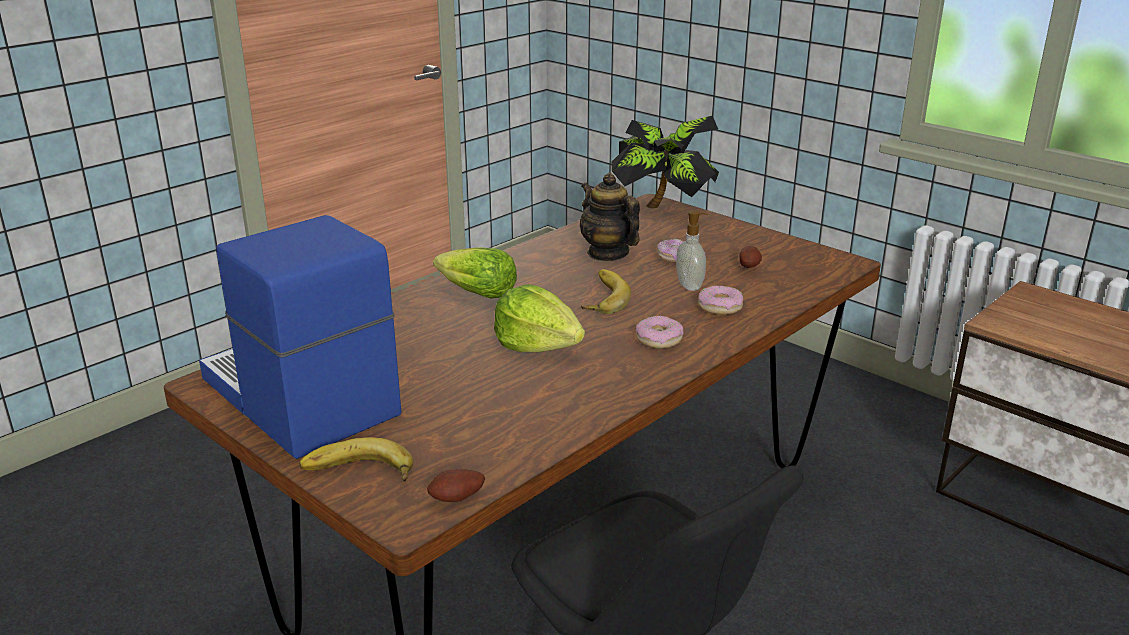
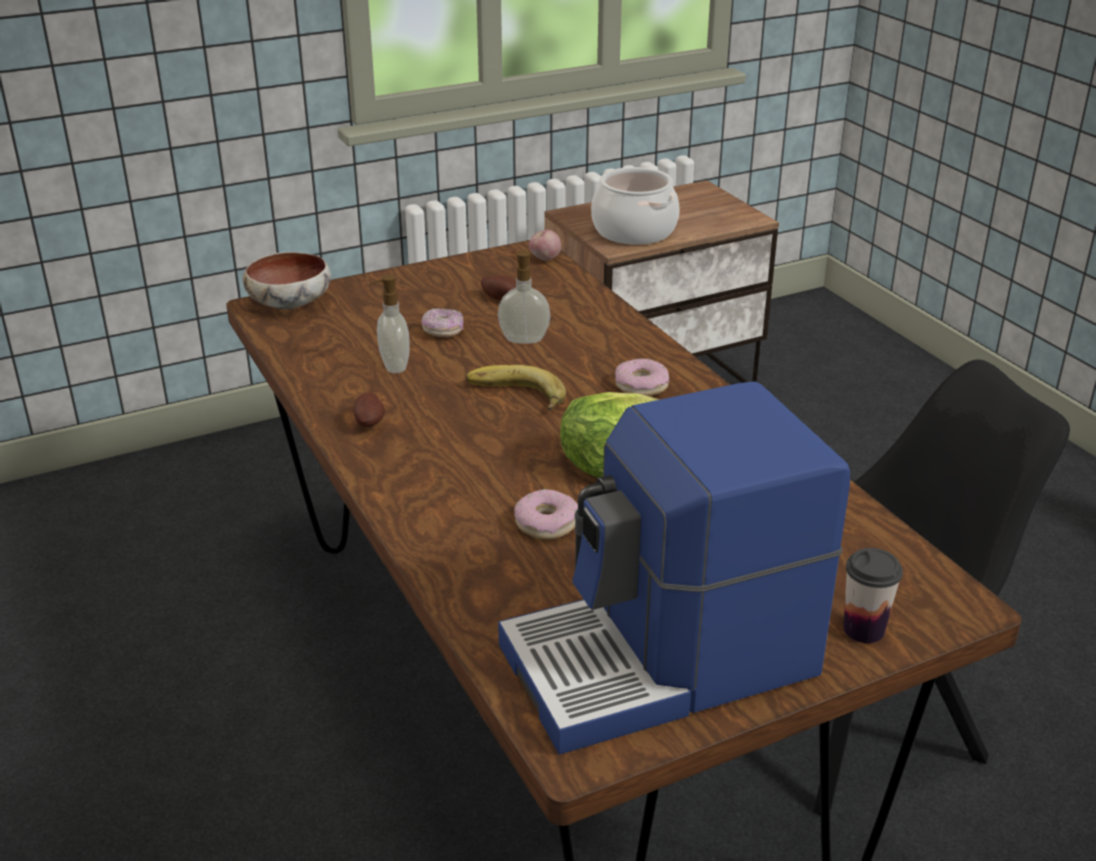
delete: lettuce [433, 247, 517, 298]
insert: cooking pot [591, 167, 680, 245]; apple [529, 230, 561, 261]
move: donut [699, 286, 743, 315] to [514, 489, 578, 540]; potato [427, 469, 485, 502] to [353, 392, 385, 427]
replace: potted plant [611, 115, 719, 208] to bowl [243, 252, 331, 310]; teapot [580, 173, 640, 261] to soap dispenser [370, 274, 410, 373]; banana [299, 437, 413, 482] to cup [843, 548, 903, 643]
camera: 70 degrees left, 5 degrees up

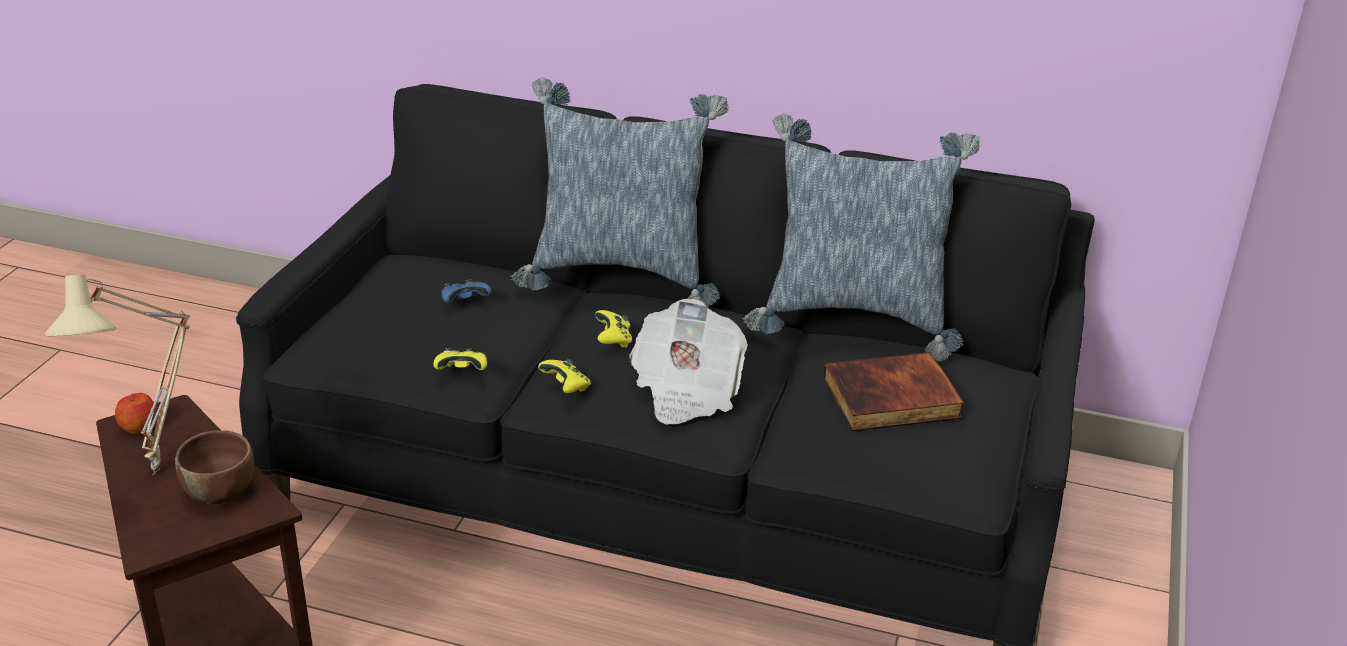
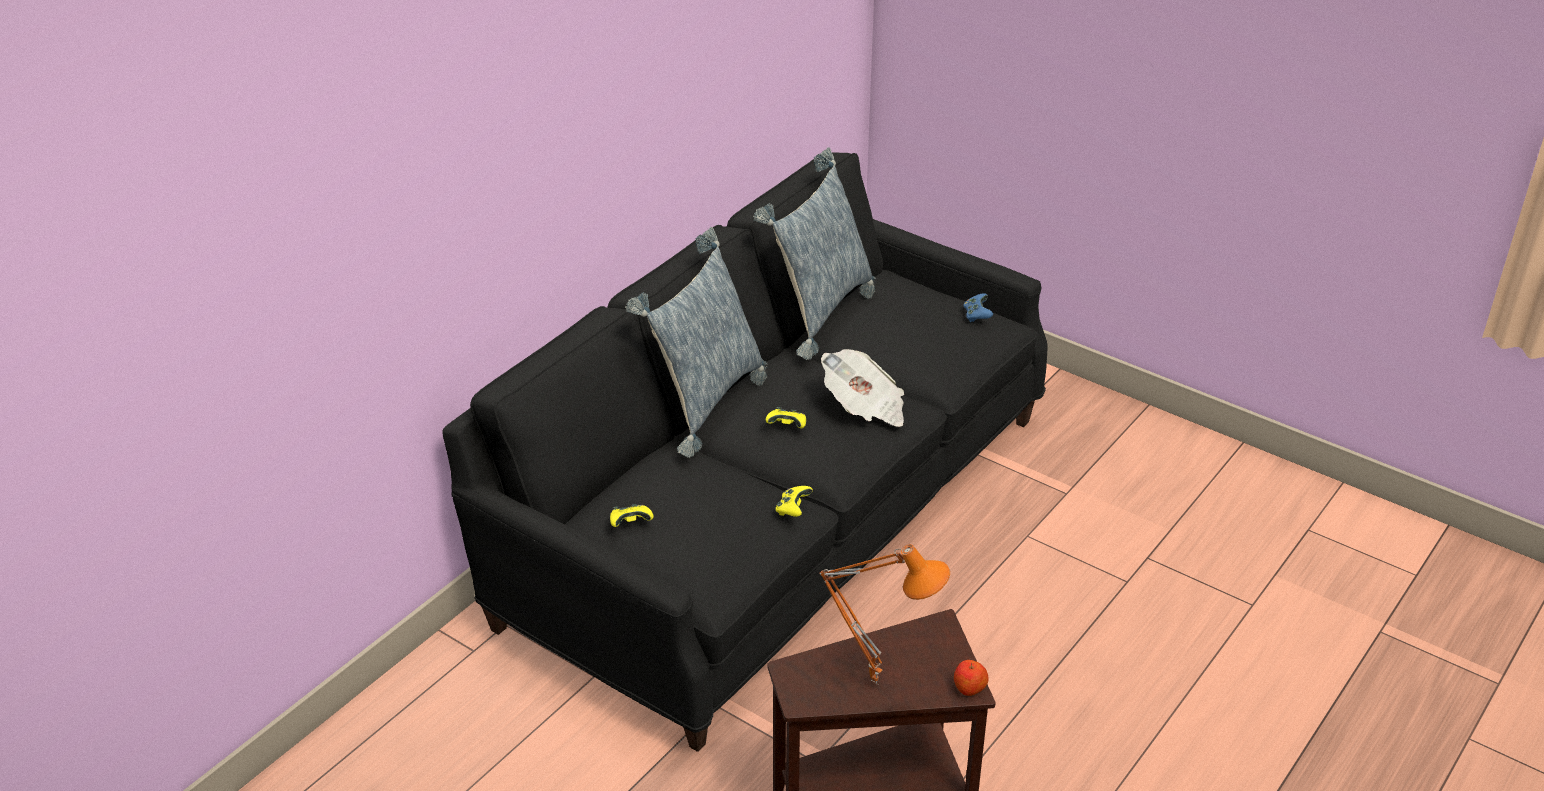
delete: book [824, 352, 964, 431]; brown bowl [175, 430, 254, 505]
move: blue game controller [441, 279, 491, 303] to [963, 294, 993, 322]; yellow game controller [538, 359, 591, 393] to [610, 504, 654, 527]; apple [115, 393, 157, 434] to [954, 660, 989, 696]
recolor: beige table lamp [45, 274, 190, 476] to orange table lamp [819, 544, 950, 685]
camera: 70 degrees left, 5 degrees up

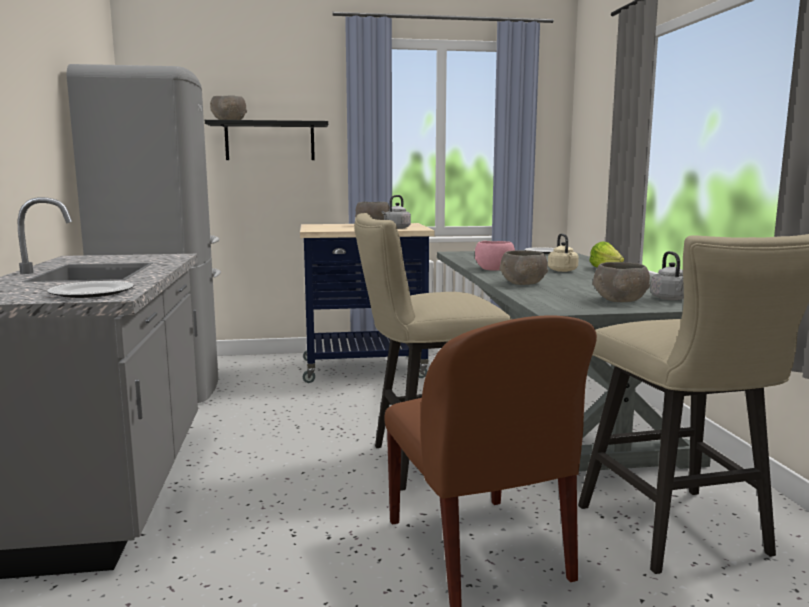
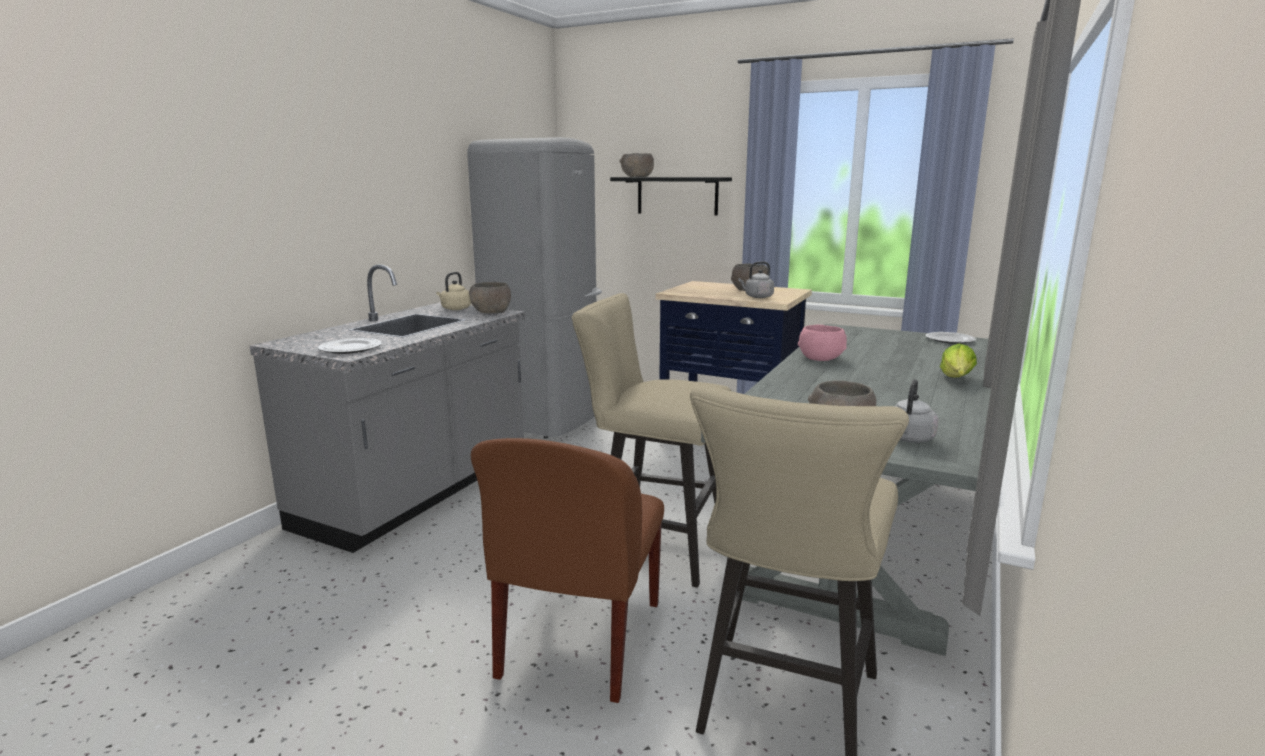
move: beige kettle [548, 234, 579, 272] to [437, 272, 471, 310]; grey bowl [499, 251, 548, 285] to [469, 282, 511, 313]
camera: 35 degrees right, 5 degrees up

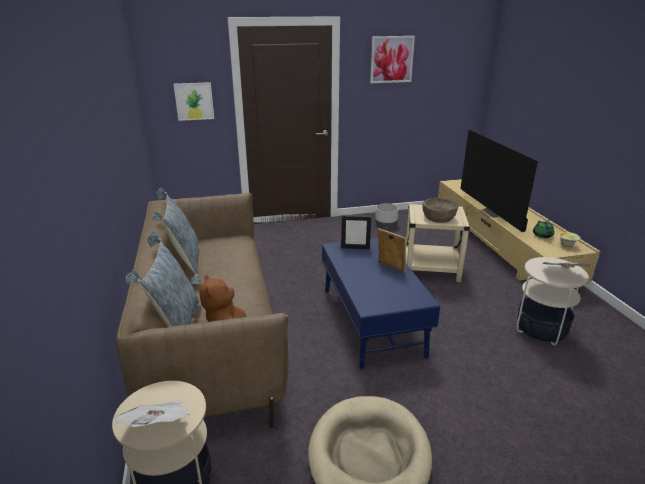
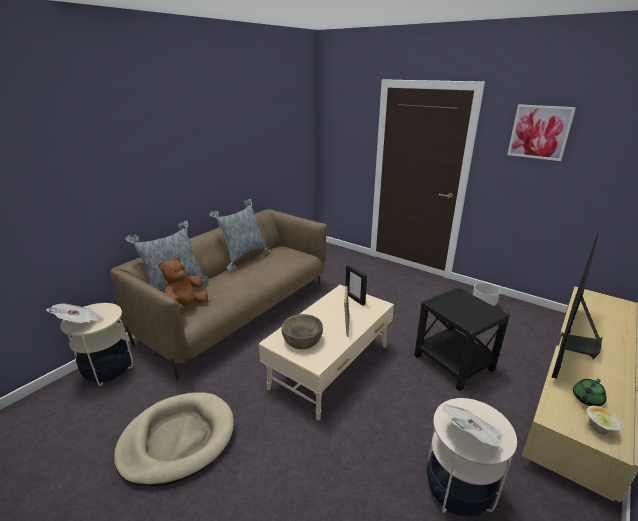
delete: picture [174, 82, 214, 121]
move: brown bowl [422, 198, 458, 223] to [282, 314, 323, 349]
recolor: beige side table [406, 204, 470, 282] to black side table [414, 287, 510, 391]; blue coffee table [322, 238, 440, 369] to beige coffee table [259, 285, 394, 420]
camera: 50 degrees right, 0 degrees up

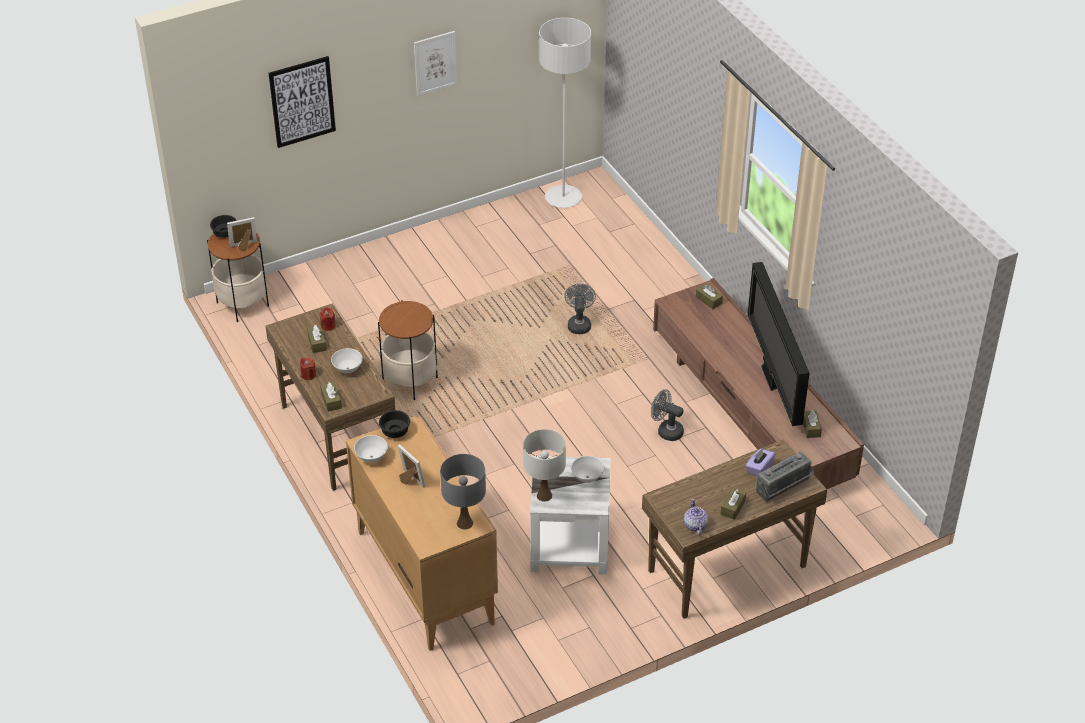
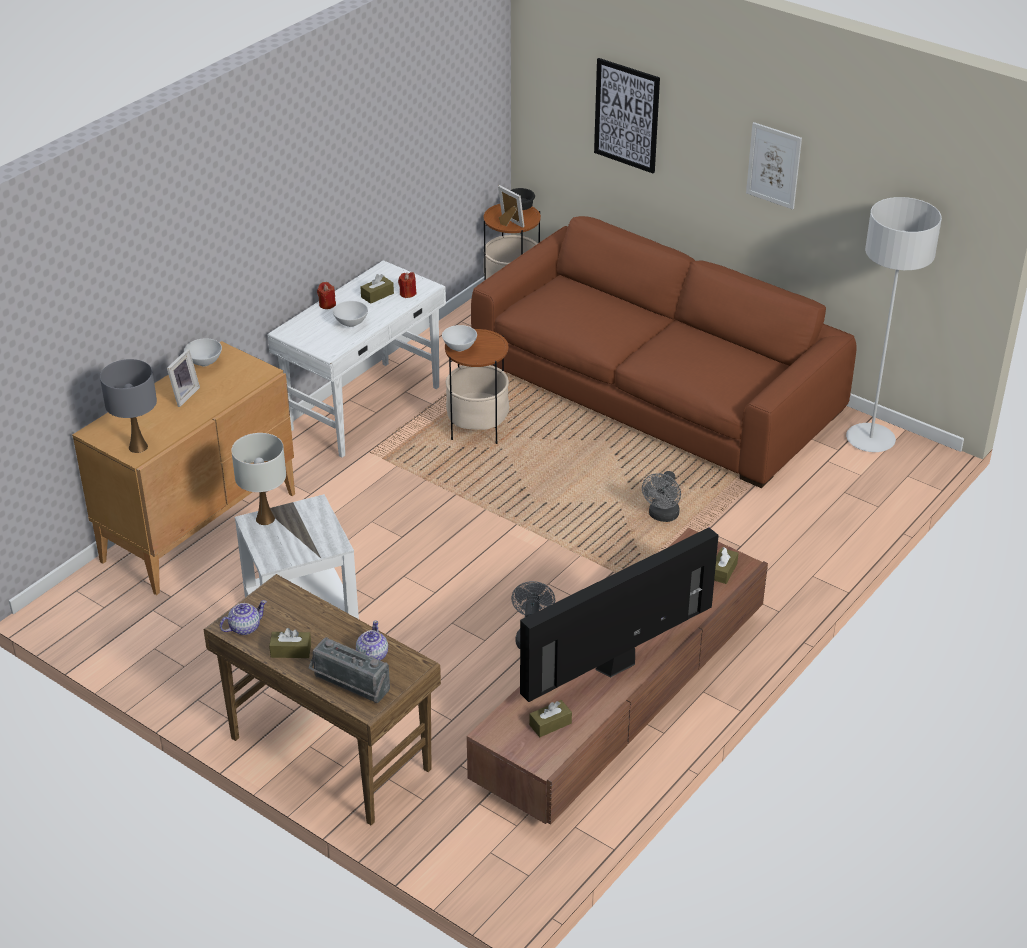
delete: brown tissue box [320, 382, 342, 412]; black bowl [379, 410, 410, 438]
insert: brown sofa [471, 216, 857, 488]
move: white bowl [571, 456, 604, 483] to [442, 325, 477, 351]
replace: purple tissue box [746, 449, 776, 477] to teapot [356, 621, 388, 661]
recolor: brown console table [265, 304, 395, 491] to white console table [268, 260, 446, 458]
rotate: grey fan [564, 283, 596, 334] = [642, 471, 681, 522] 135 degrees clockwise
camera: 65 degrees right, 5 degrees down

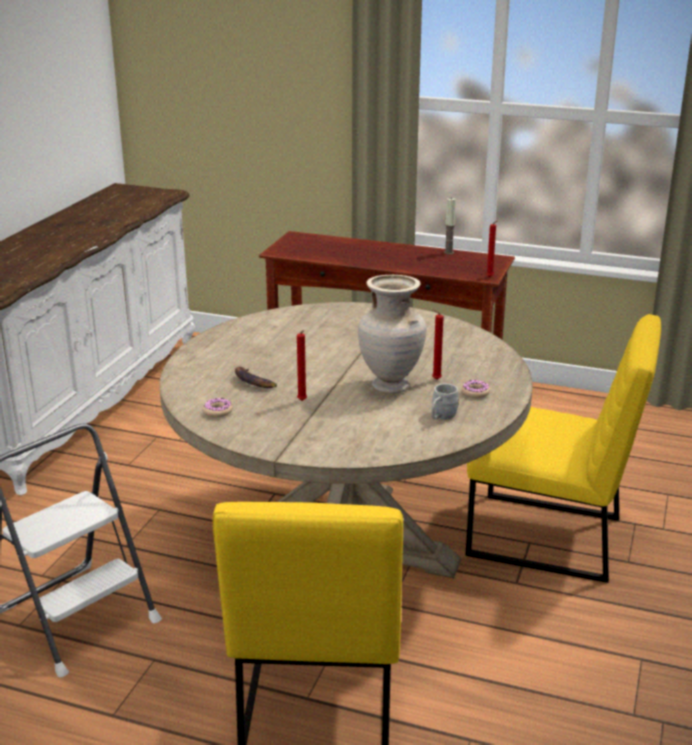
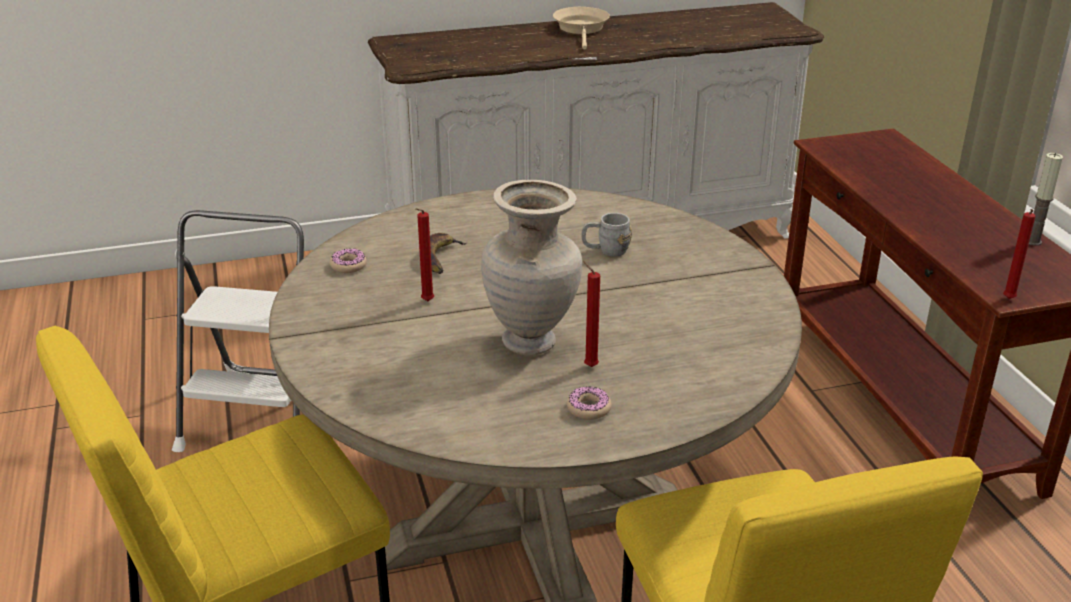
insert: beige frying pan [553, 7, 610, 50]
move: grey mug [431, 384, 459, 420] to [582, 213, 632, 257]
camera: 55 degrees right, 5 degrees up

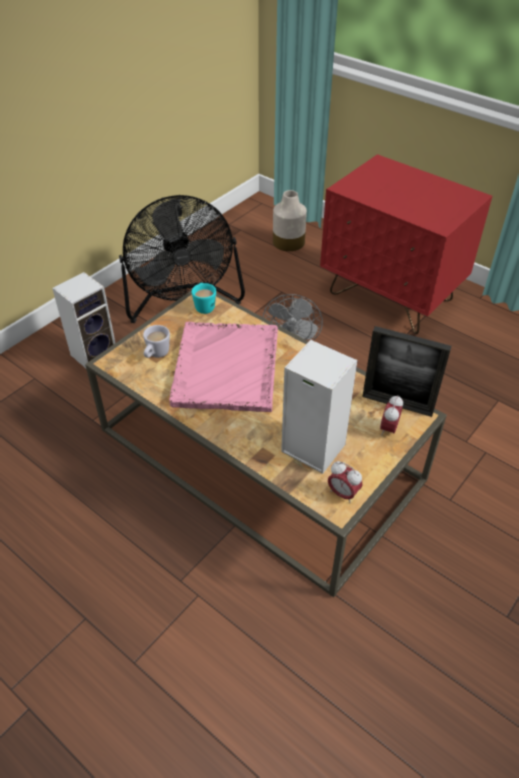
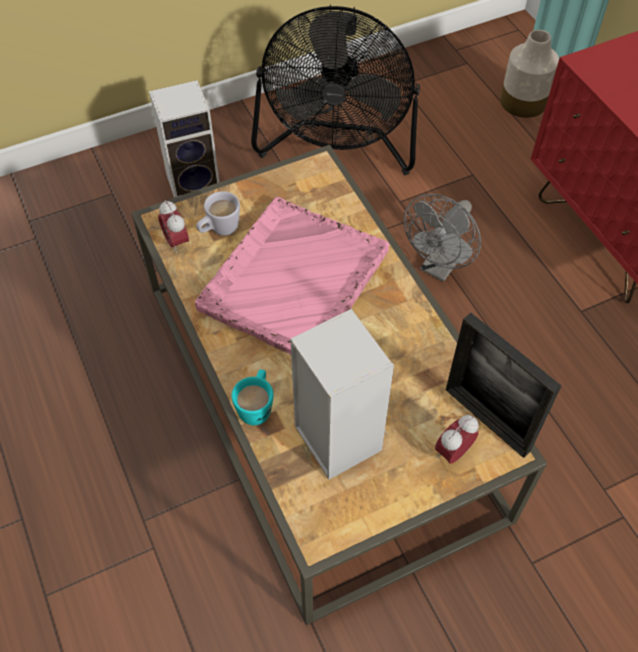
move: turquoise mug [192, 283, 216, 314] to [232, 369, 273, 425]; alarm clock [328, 461, 363, 503] to [158, 200, 189, 253]
camera: 25 degrees right, 10 degrees up

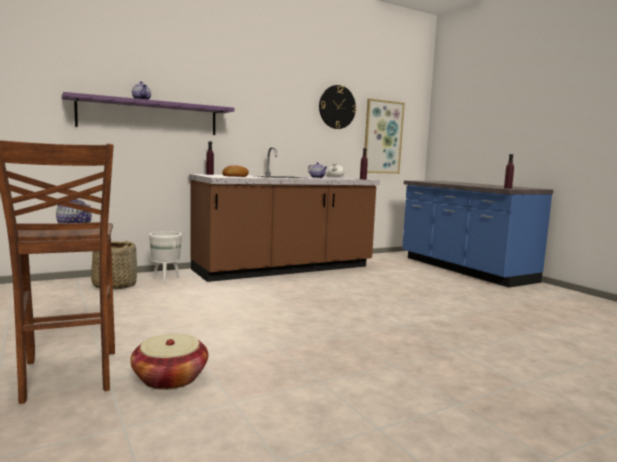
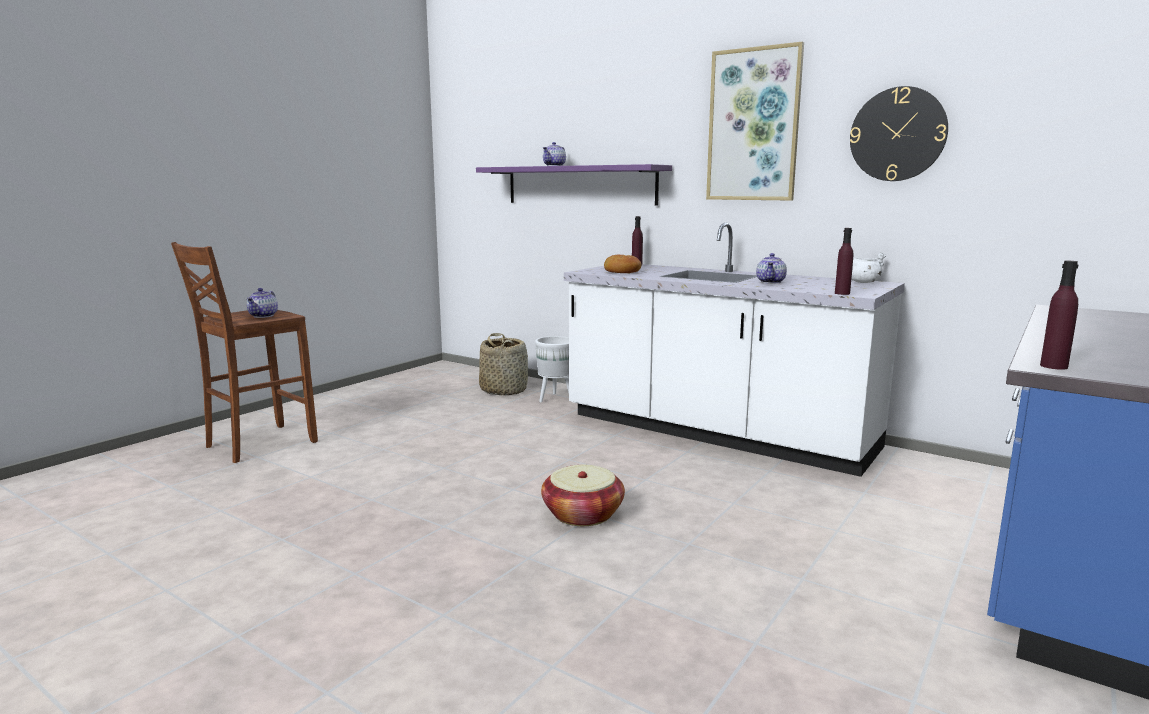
move: picture [364, 99, 405, 174] to [706, 42, 804, 201]; basket [130, 334, 208, 390] to [541, 465, 625, 526]
recolor: brown counter [189, 147, 380, 282] to white counter [564, 223, 905, 477]
camera: 65 degrees right, 5 degrees up

